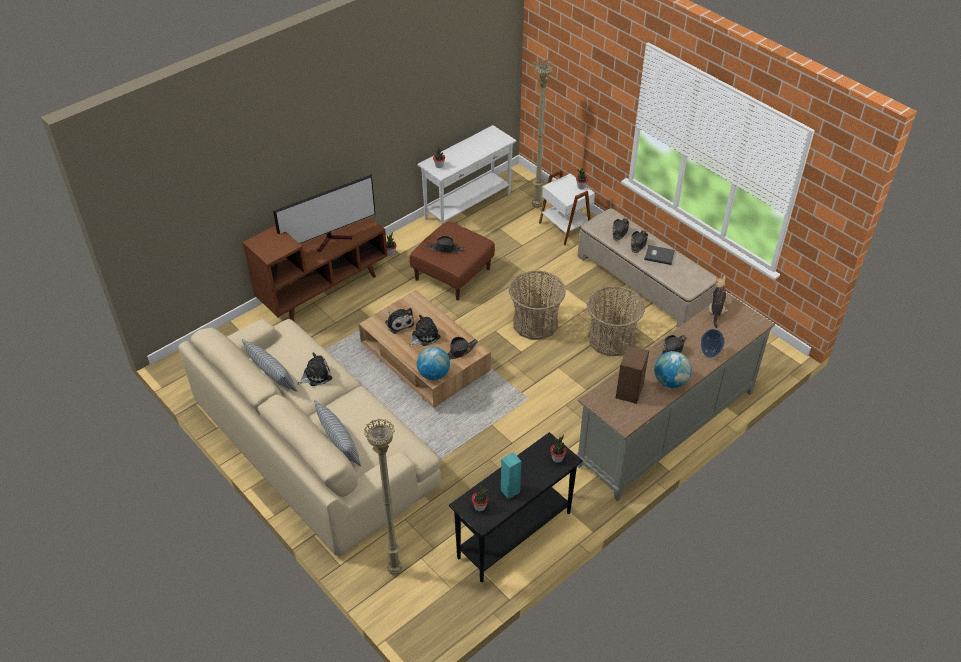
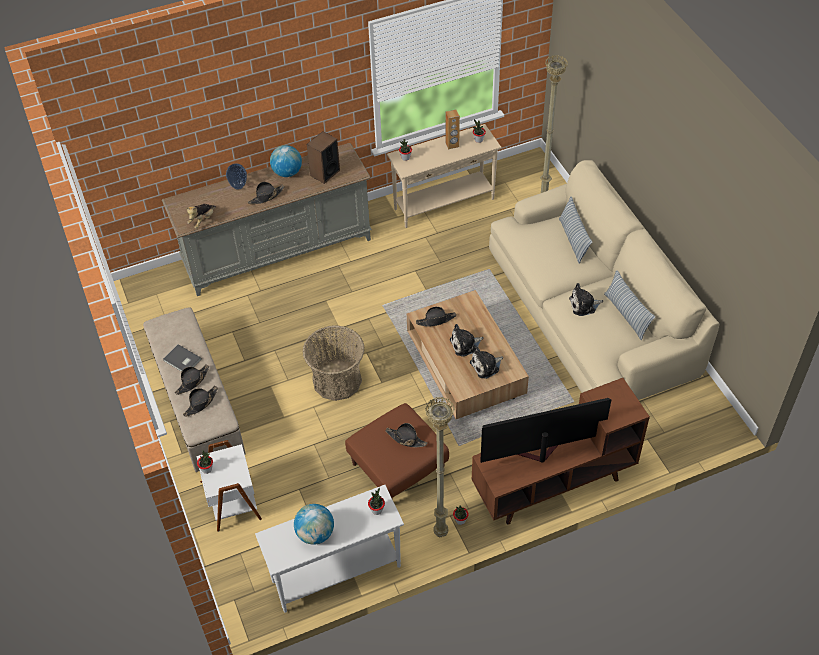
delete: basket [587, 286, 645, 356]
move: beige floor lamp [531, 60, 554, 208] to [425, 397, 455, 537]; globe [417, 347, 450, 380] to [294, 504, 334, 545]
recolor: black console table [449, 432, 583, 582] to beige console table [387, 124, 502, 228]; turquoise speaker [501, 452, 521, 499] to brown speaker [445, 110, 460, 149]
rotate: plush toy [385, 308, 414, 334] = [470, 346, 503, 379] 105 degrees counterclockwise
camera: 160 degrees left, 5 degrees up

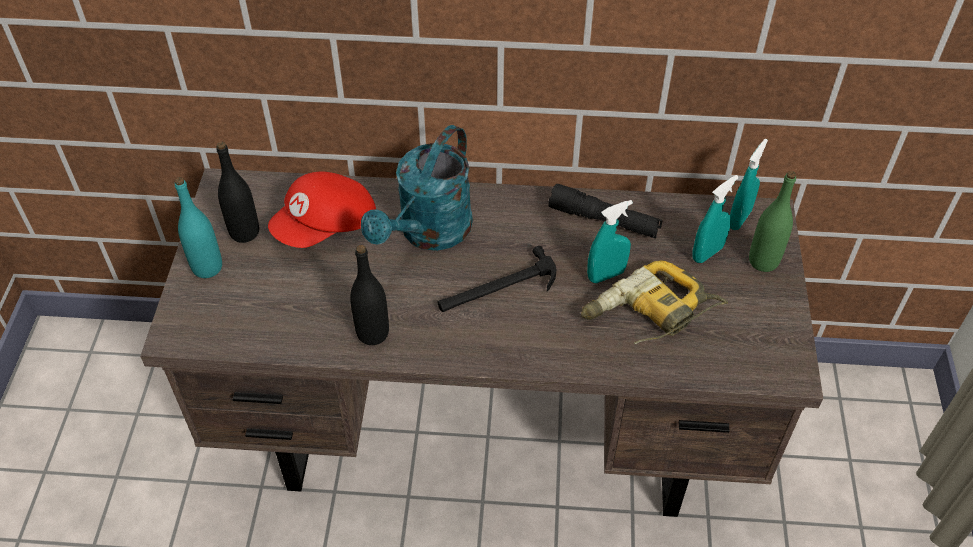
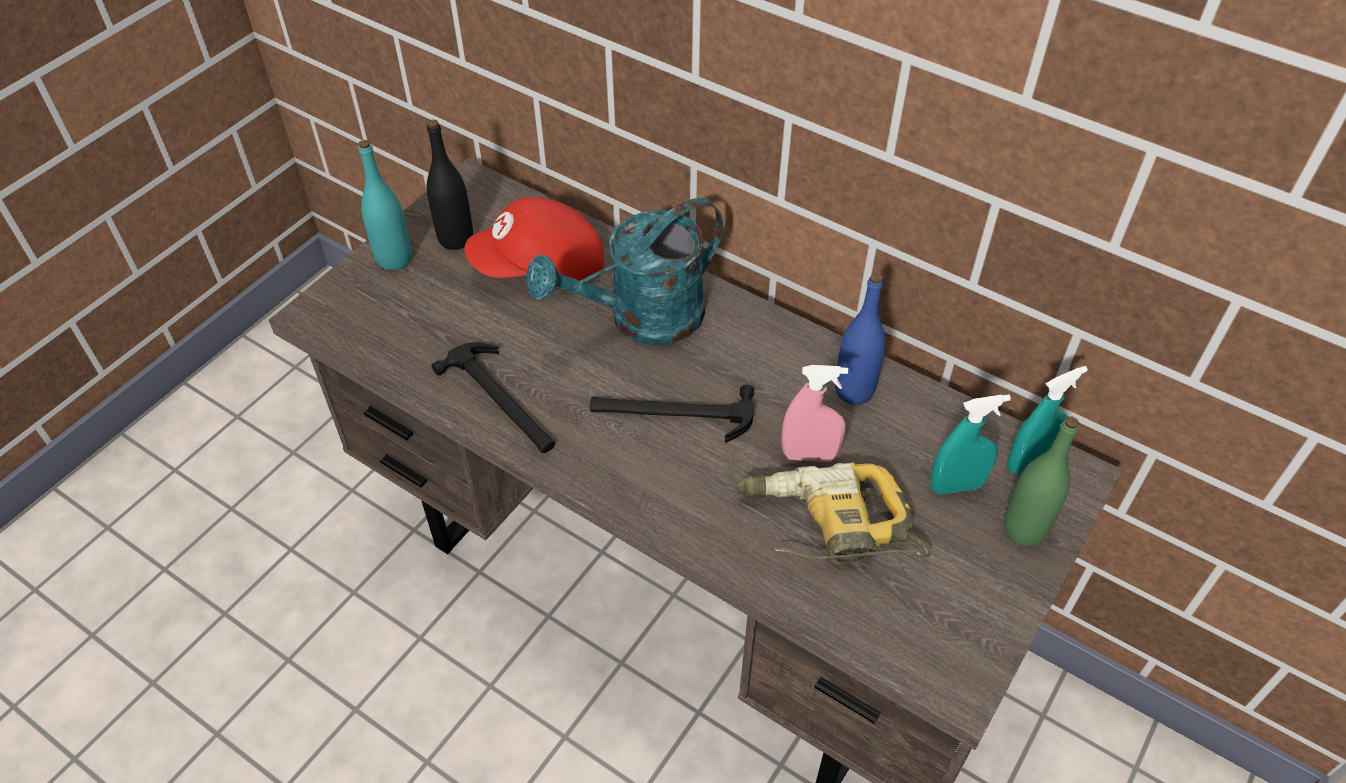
replace: black flashlight [548, 184, 663, 238] to blue bottle [835, 273, 886, 405]; black bottle [350, 245, 389, 345] to hammer [432, 342, 555, 453]
recolor: turquoise spray bottle [587, 200, 633, 283] to pink spray bottle [781, 365, 848, 462]
camera: 30 degrees right, 0 degrees up

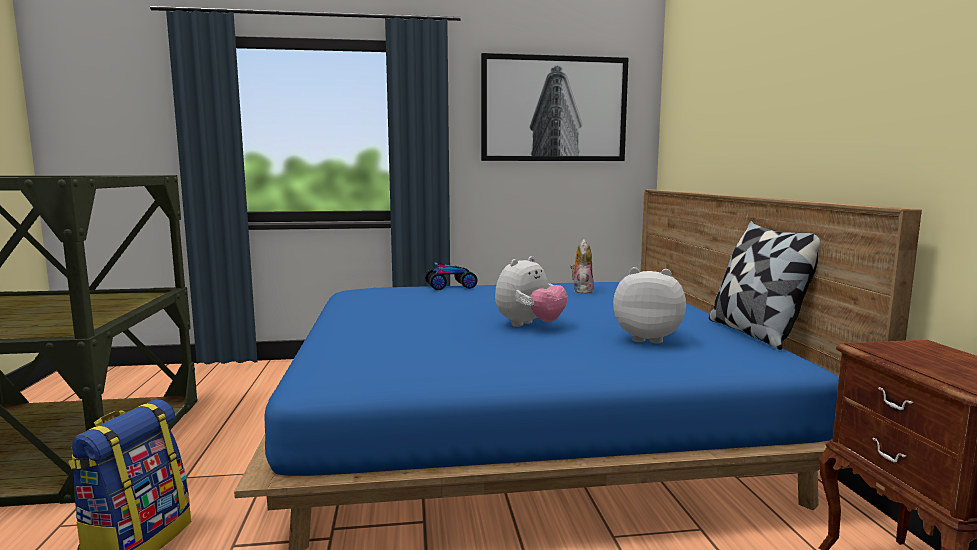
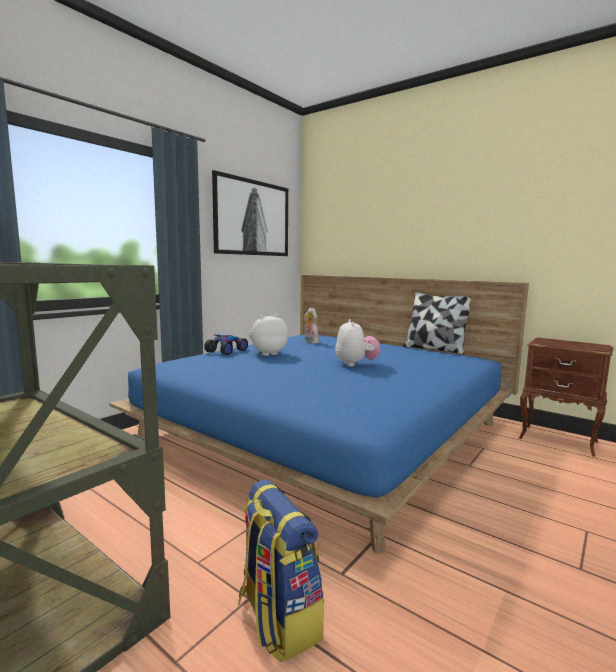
move: plush toy [613, 267, 686, 344] to [249, 314, 288, 356]
camera: 45 degrees left, 0 degrees up

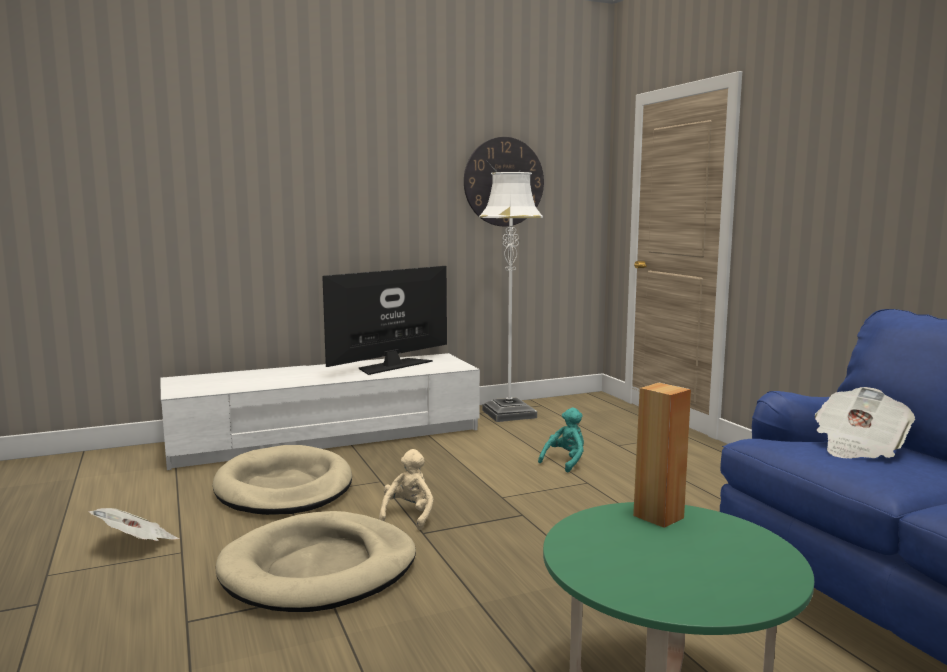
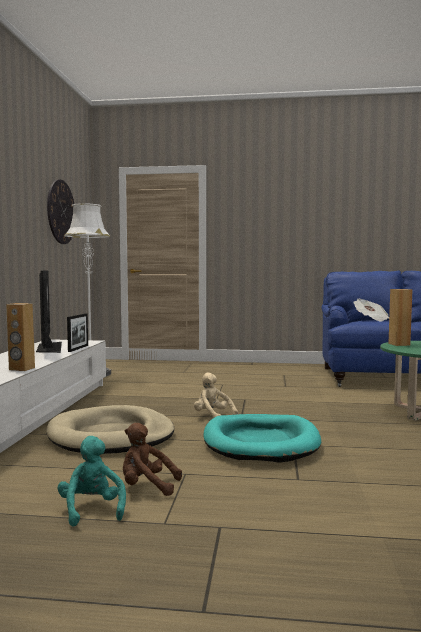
insert: brown speaker [6, 303, 35, 371]; picture frame [67, 313, 88, 352]
move: turquoise plush toy [538, 408, 584, 473] to [58, 436, 126, 527]
replace: newspaper [89, 508, 179, 541] to brown plush toy [123, 423, 182, 496]
recolor: beige dog bed [216, 511, 416, 612] to turquoise dog bed [203, 414, 321, 463]
camera: 60 degrees left, 5 degrees down

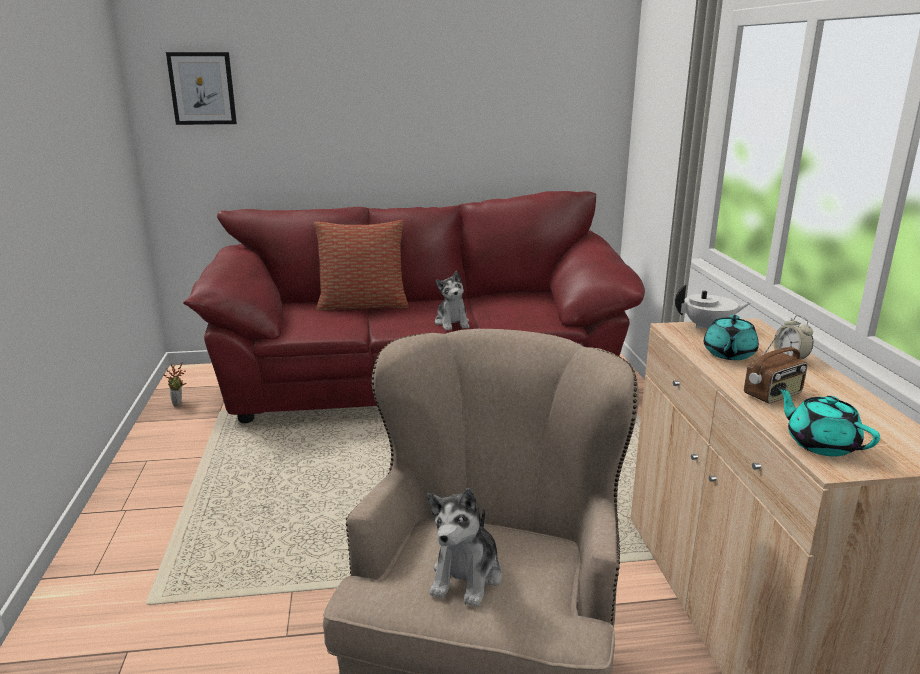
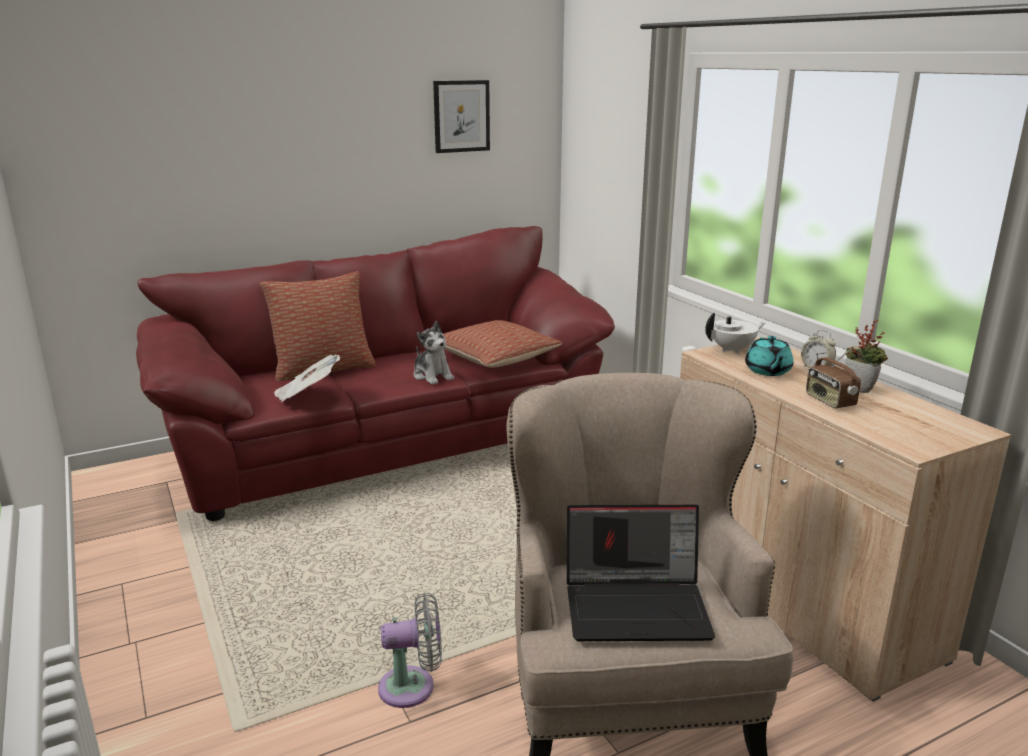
delete: turquoise teapot [777, 387, 880, 457]
insert: pillow [443, 320, 562, 368]; newspaper [274, 355, 340, 402]; grey fan [378, 593, 442, 708]
move: picture [166, 52, 237, 125] to [433, 80, 490, 153]; potted plant [163, 362, 187, 407] to [845, 319, 888, 393]
replace: plush toy [427, 488, 502, 607] to laptop [567, 505, 715, 641]
rotate: radio [744, 328, 808, 404] = [806, 348, 861, 408] 120 degrees clockwise
camera: 20 degrees left, 0 degrees up

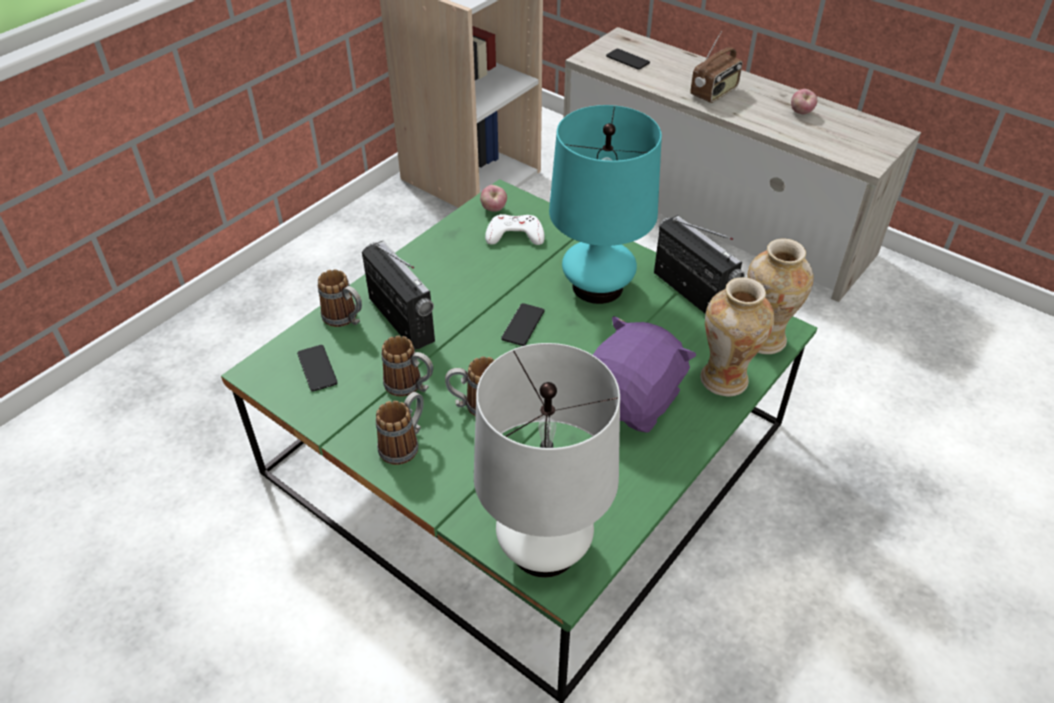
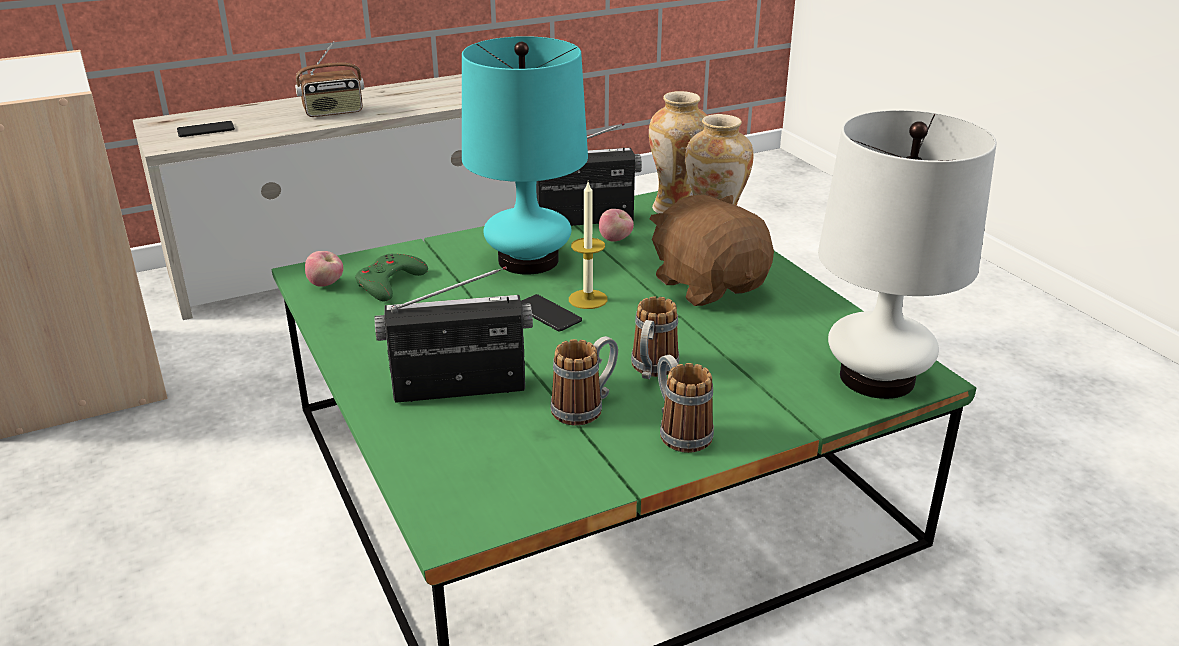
delete: mug [318, 269, 362, 327]; phone [297, 345, 338, 392]
insert: candle [569, 182, 608, 309]
move: apple [791, 89, 817, 114] to [599, 209, 634, 242]
recolor: white game controller [485, 214, 545, 245] to green game controller [355, 254, 428, 301]; purple plush toy [593, 316, 696, 433] to brown plush toy [650, 194, 774, 306]
rotate: radio [690, 31, 743, 103] = [295, 41, 364, 117] 90 degrees clockwise
camera: 65 degrees left, 15 degrees down

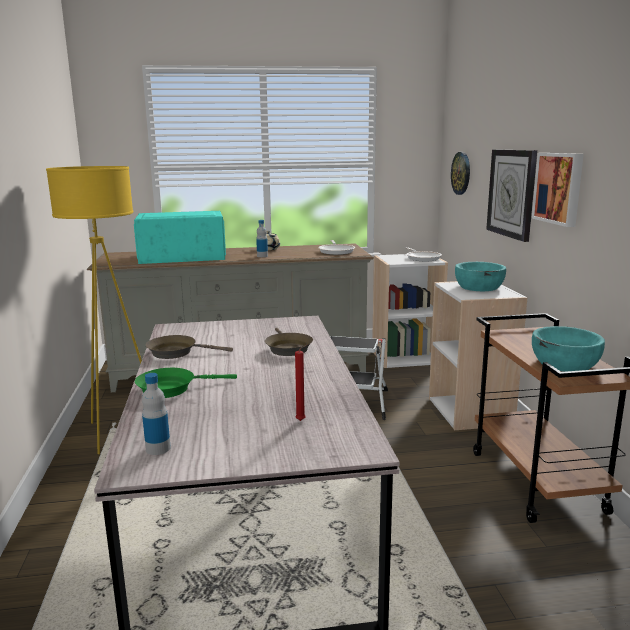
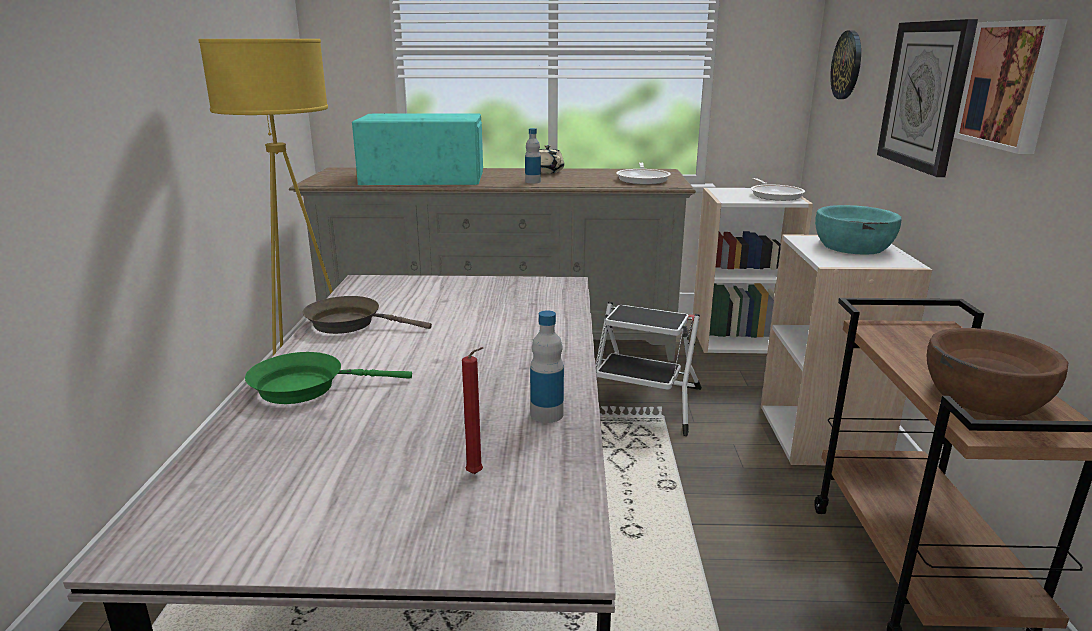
delete: brown frying pan [265, 328, 313, 356]
move: bottle [142, 373, 171, 455] to [530, 310, 564, 423]
recolor: turquoise bowl [532, 326, 605, 372] to brown bowl [927, 328, 1068, 417]
camera: 10 degrees right, 5 degrees up

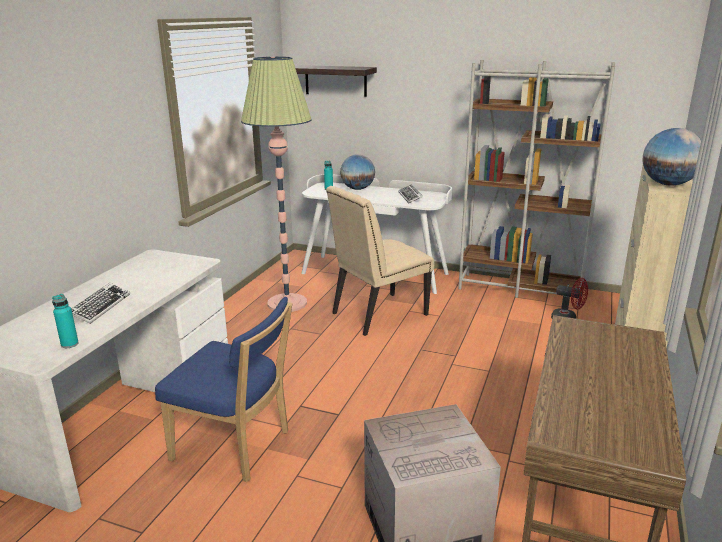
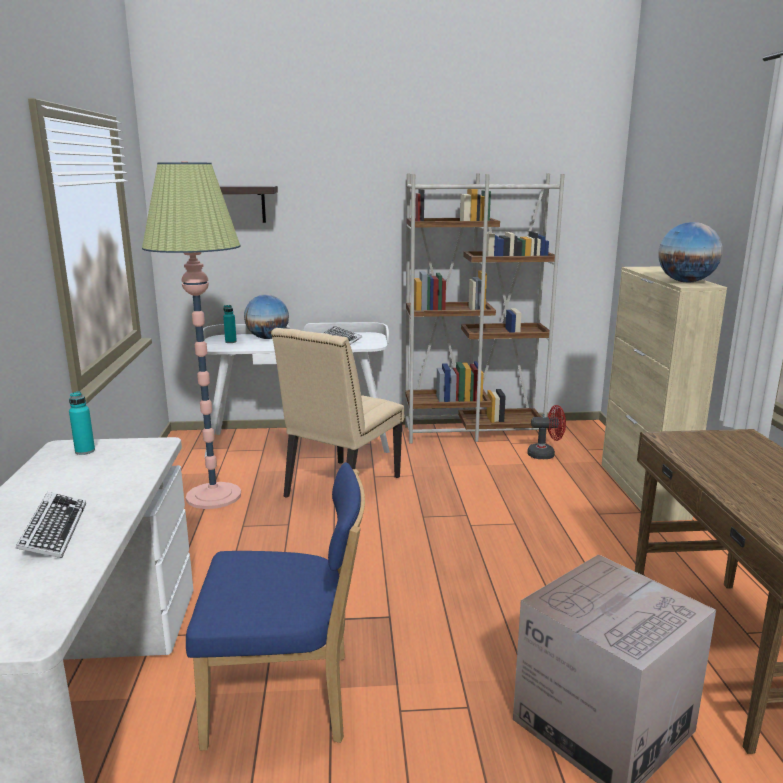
move: turquoise bottle [52, 294, 79, 348] to [69, 391, 95, 455]
camera: 25 degrees left, 5 degrees down

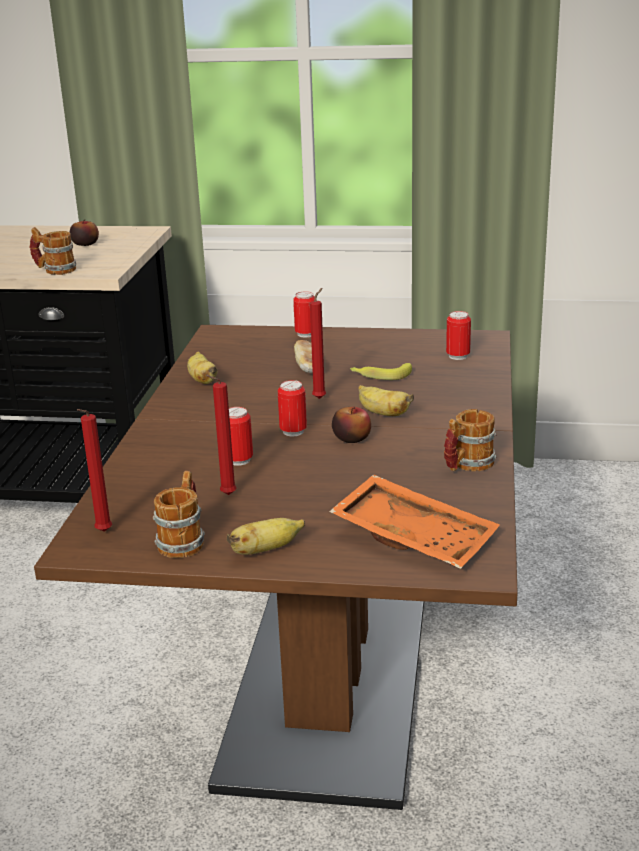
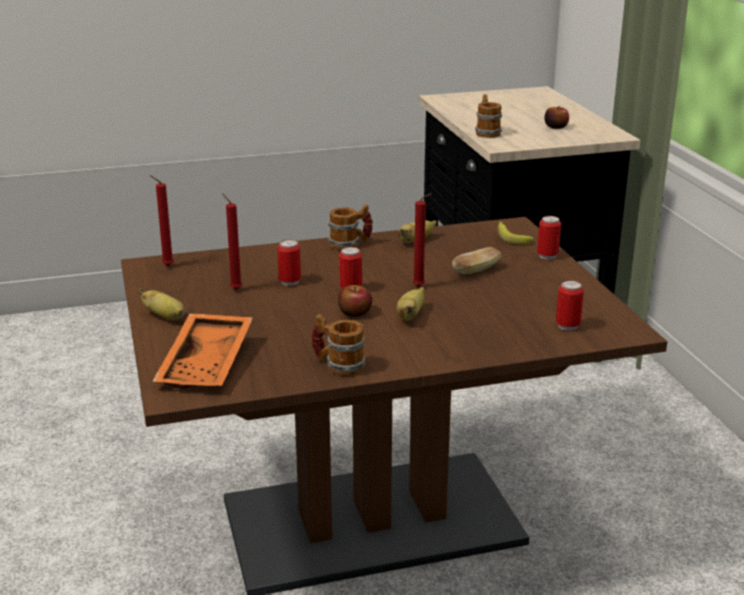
move: banana [350, 363, 412, 380] to [498, 221, 533, 245]; mug [153, 471, 205, 558] to [328, 204, 373, 250]
camera: 65 degrees right, 0 degrees up

